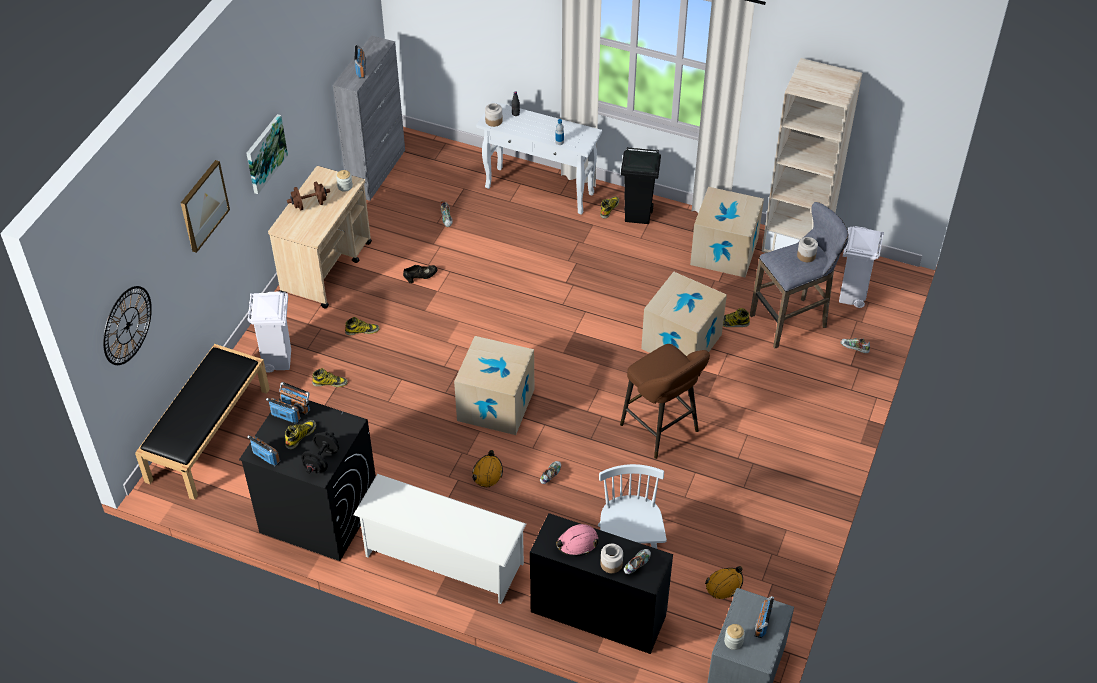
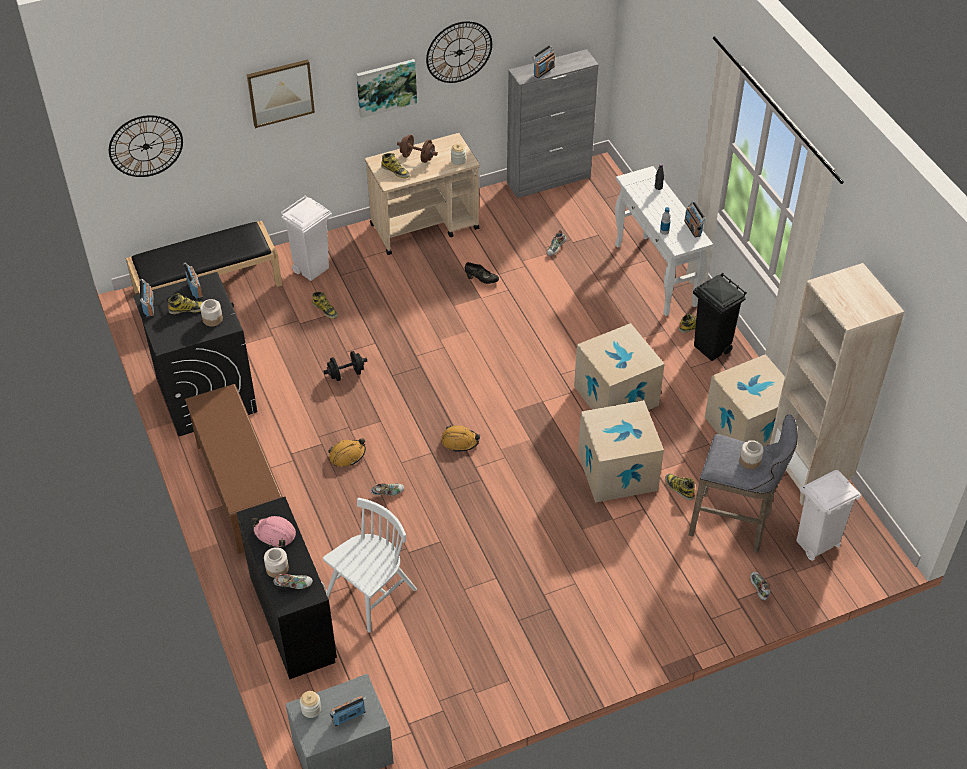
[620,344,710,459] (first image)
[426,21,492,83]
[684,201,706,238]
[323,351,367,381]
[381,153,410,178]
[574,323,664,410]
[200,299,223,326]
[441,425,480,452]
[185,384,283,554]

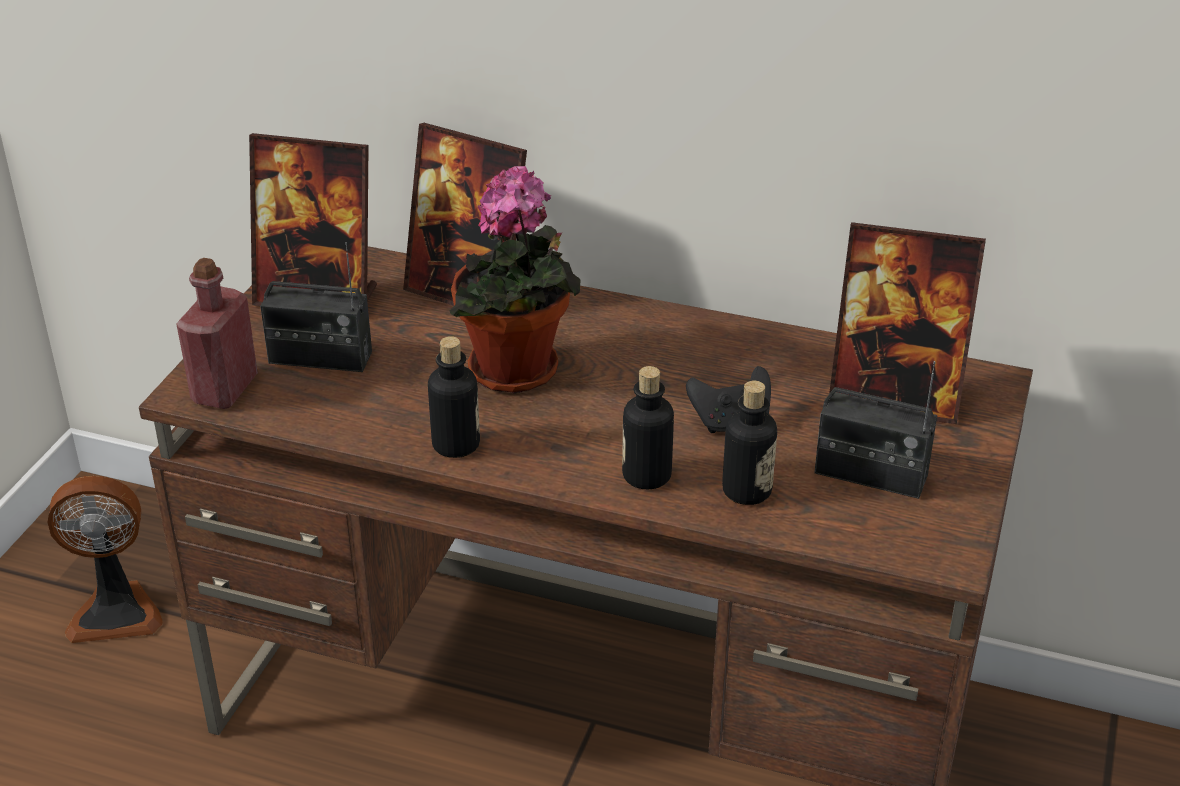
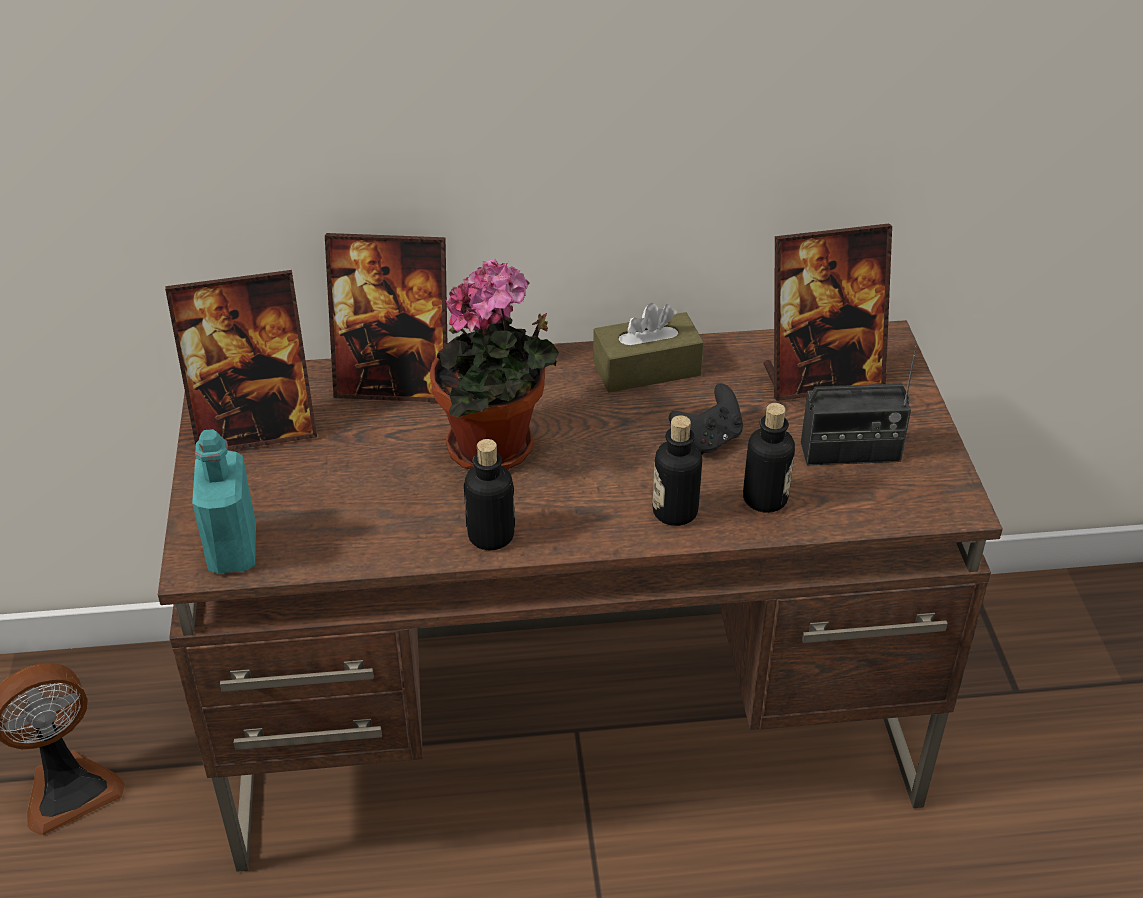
[260,242,372,372] (first image)
[593,303,704,393]
[192,429,256,574]

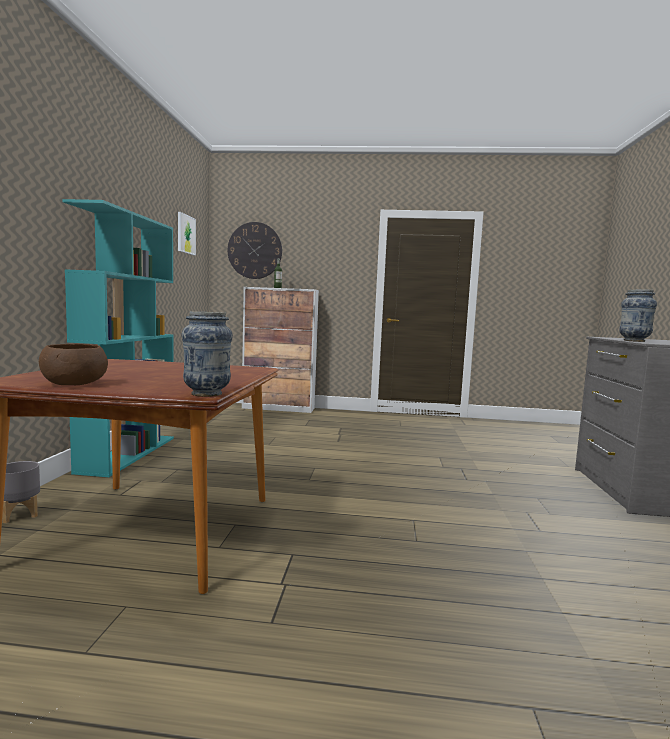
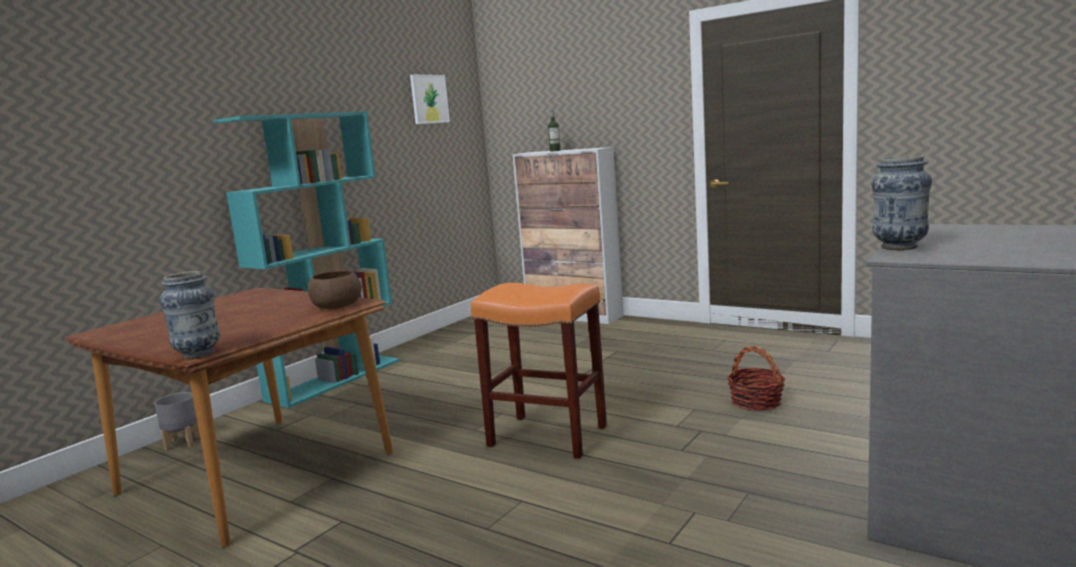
[228,222,282,279] (first image)
[471,283,607,459]
[727,346,785,411]
[308,270,362,309]

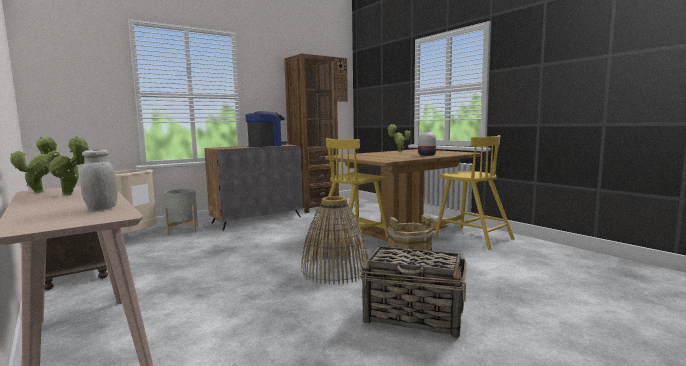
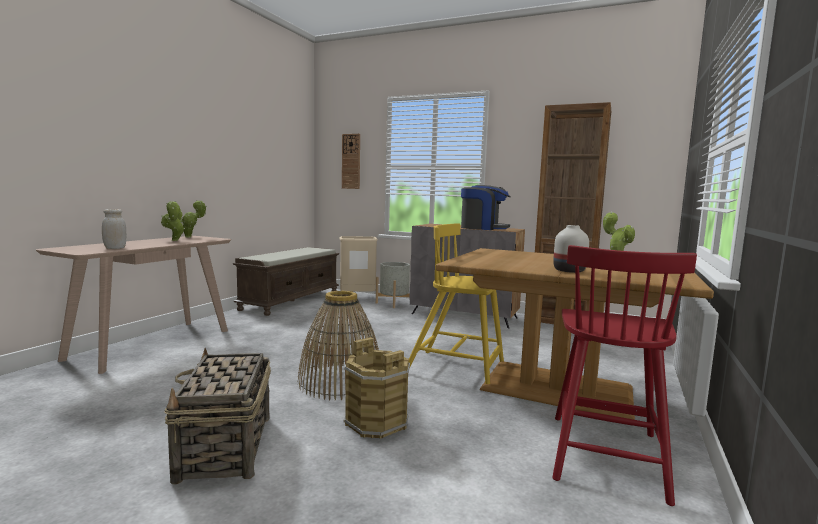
[342,134,360,189]
[552,245,697,506]

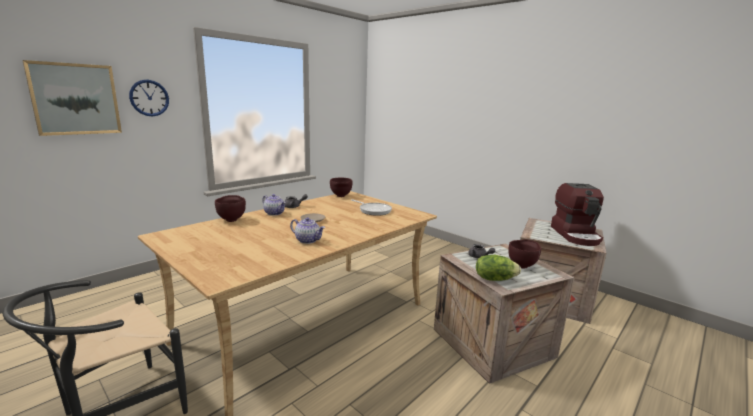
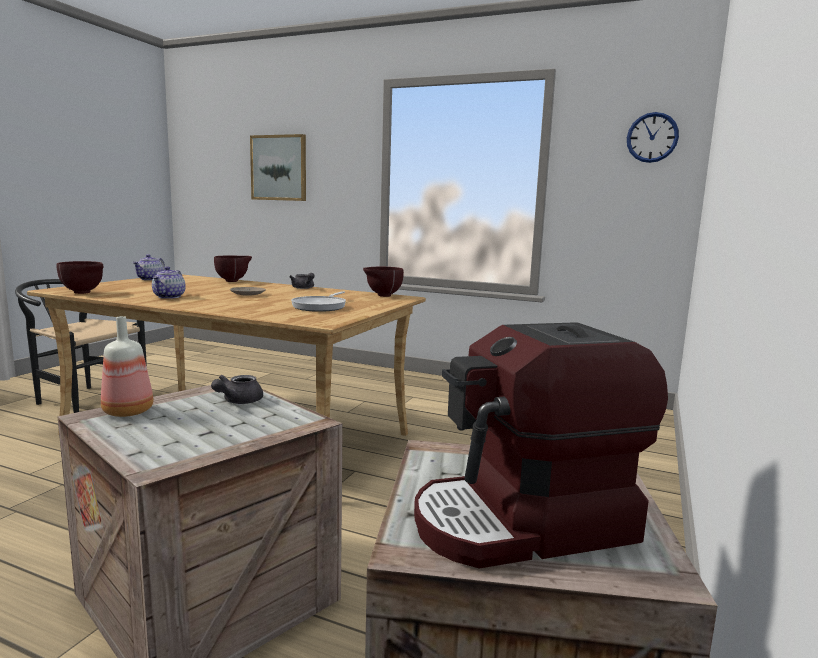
[627,112,679,163]
[133,254,165,280]
[57,261,103,294]
[101,316,153,417]

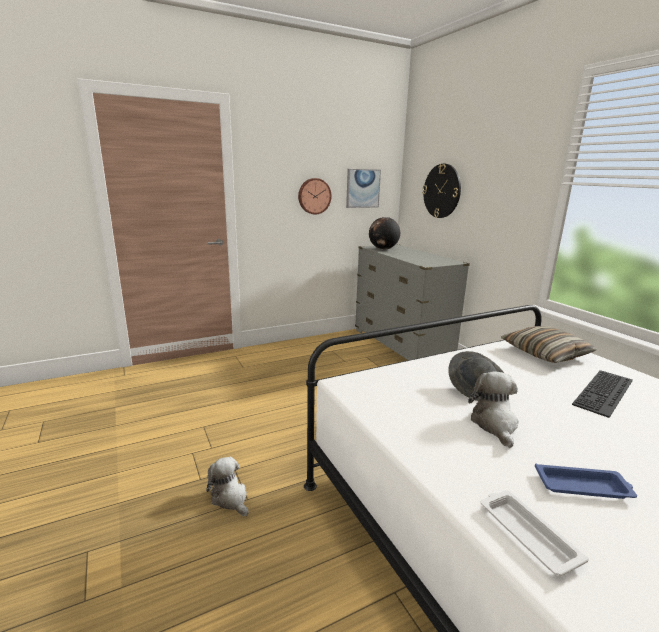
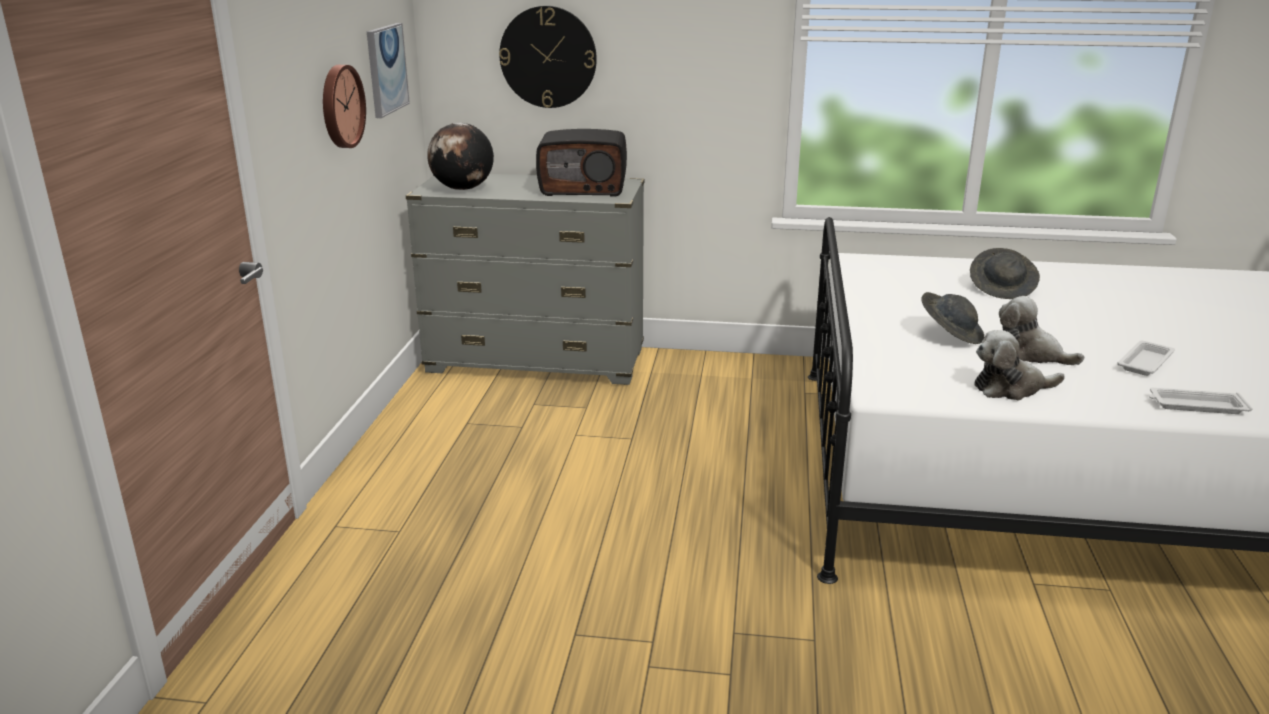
[501,326,598,363] (first image)
[536,129,627,197]
[974,330,1065,400]
[970,248,1040,299]
[1117,341,1175,376]

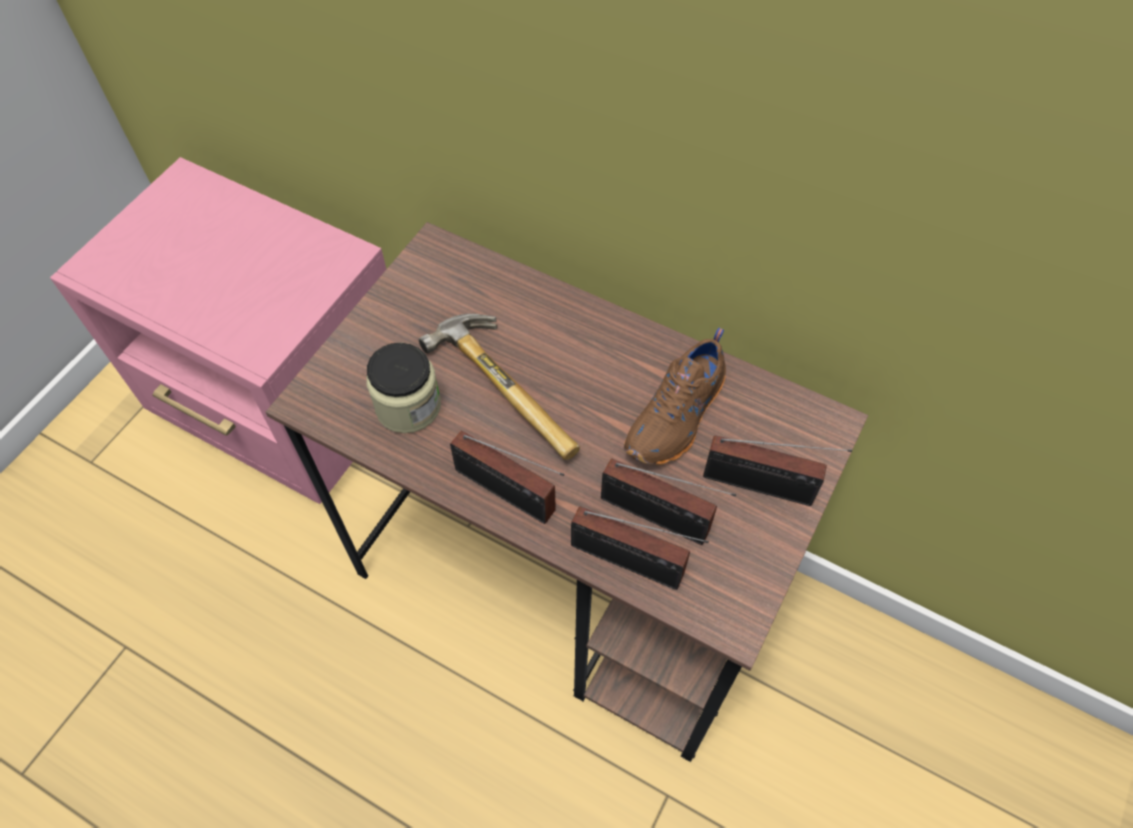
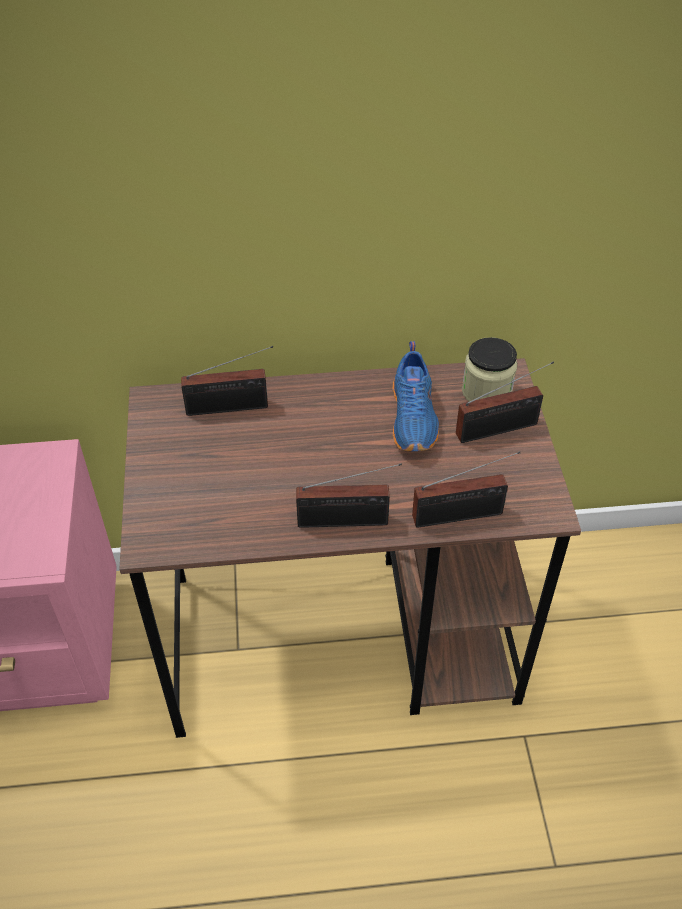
[419,314,580,460] (first image)
[462,337,518,402]
[181,346,273,416]
[392,341,439,451]

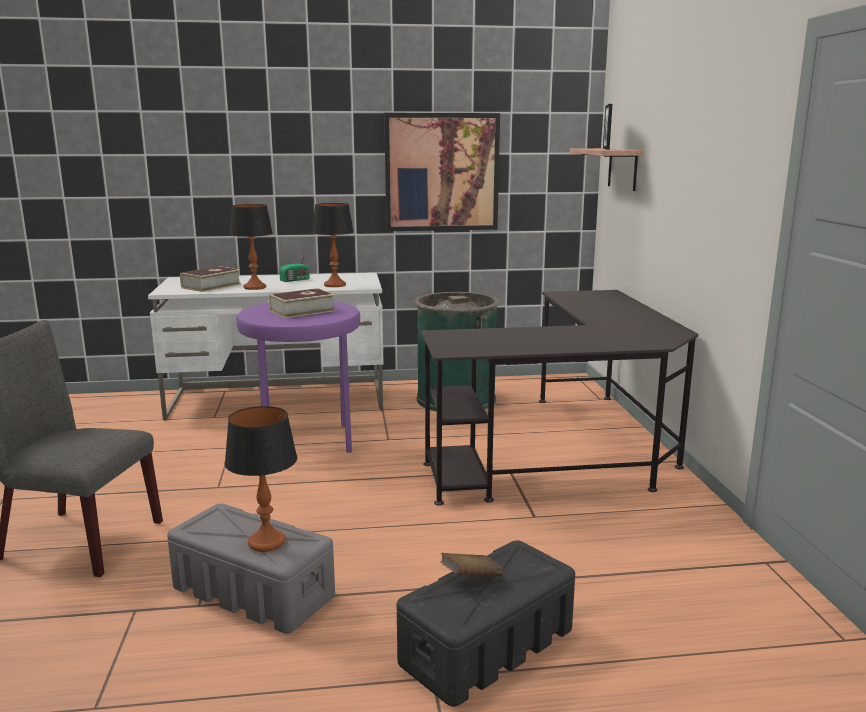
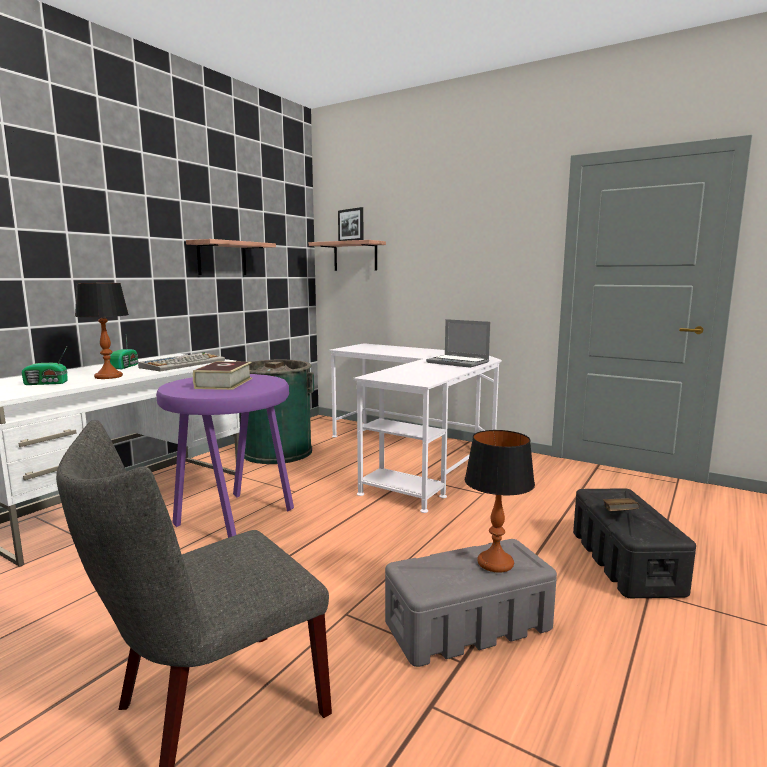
[426,319,490,368]
[22,347,68,385]
[138,353,225,372]
[186,239,276,275]
[329,343,502,513]

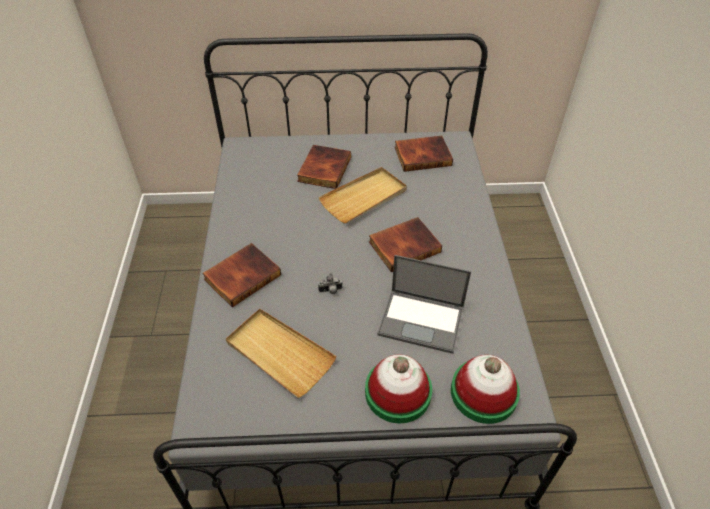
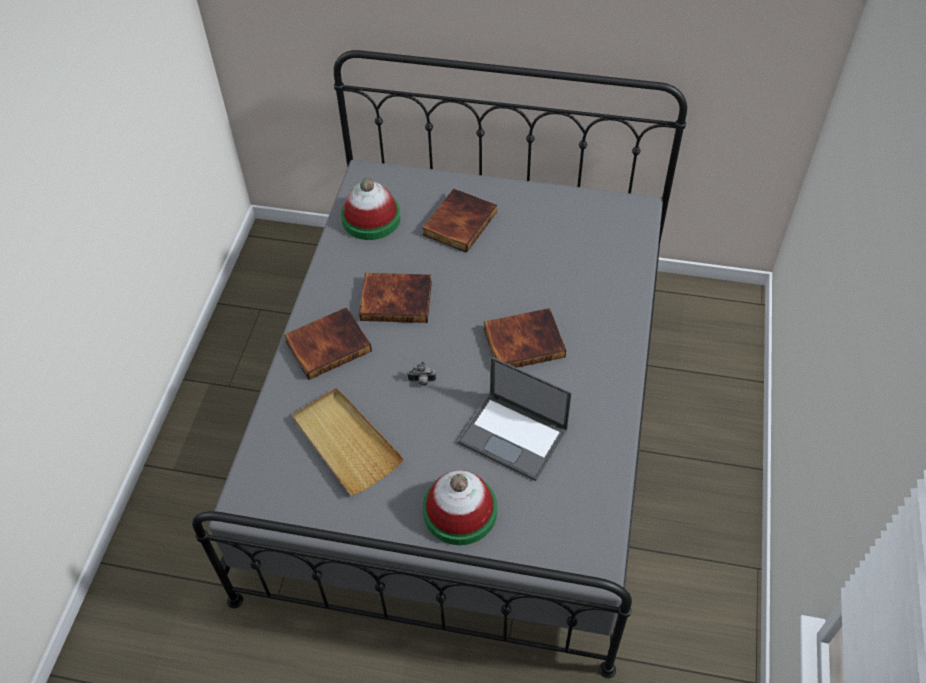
[318,167,407,223] (first image)
[359,273,432,323]
[341,178,401,240]

